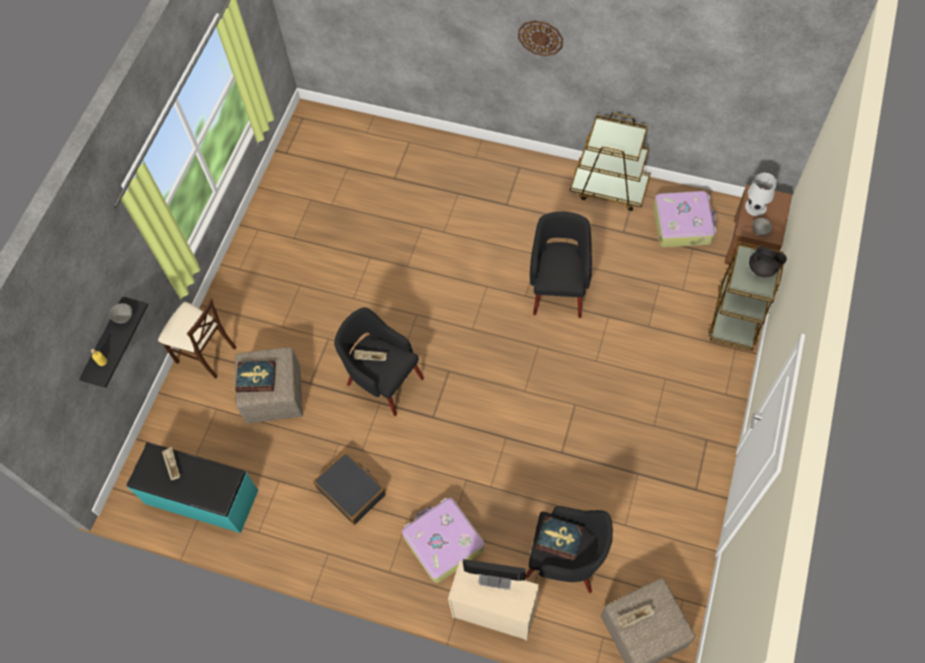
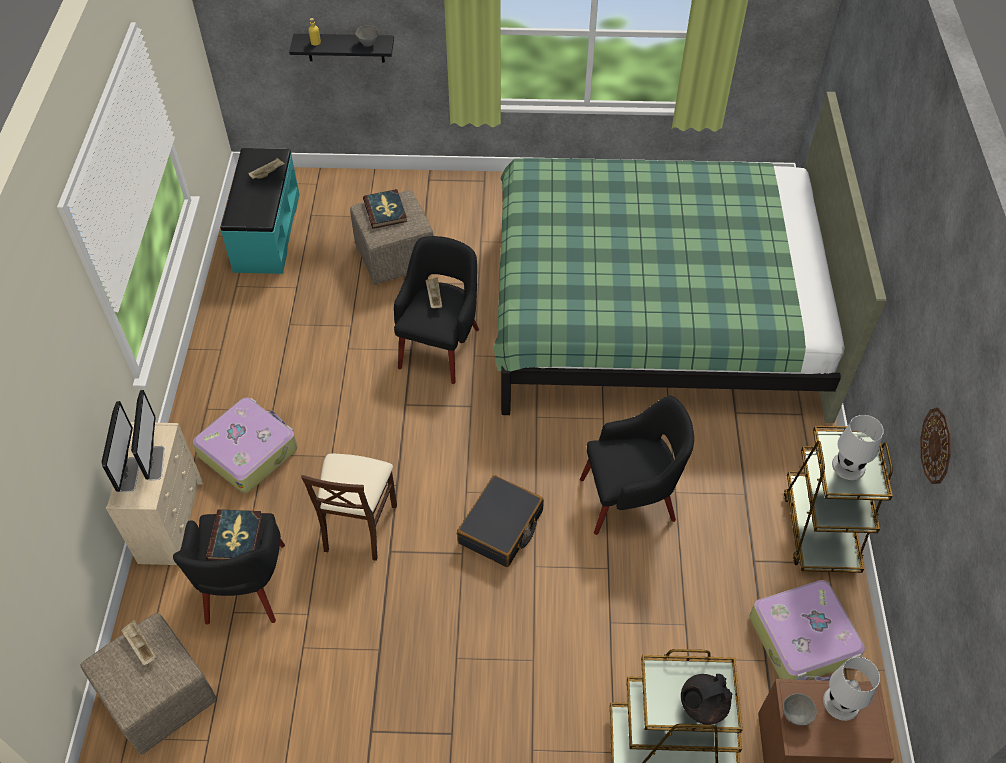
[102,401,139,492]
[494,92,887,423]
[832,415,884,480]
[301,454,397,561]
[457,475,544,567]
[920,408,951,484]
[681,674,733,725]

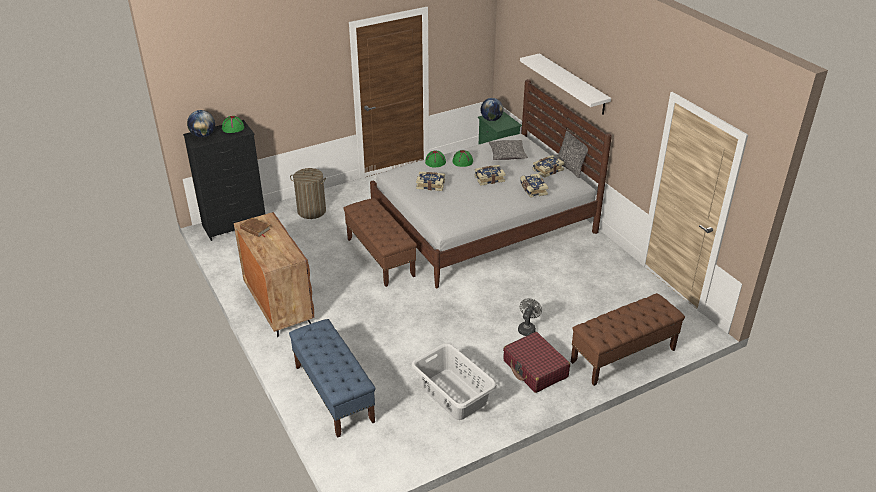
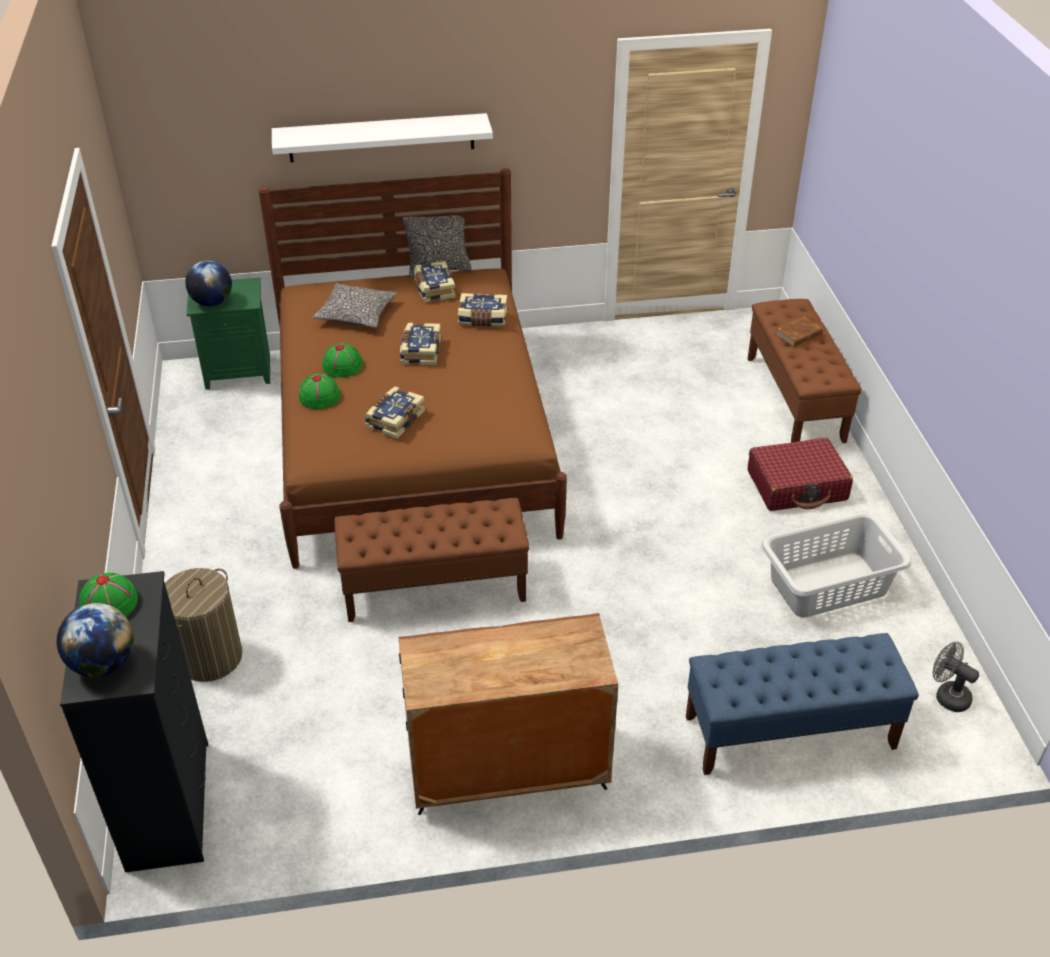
[775,316,823,347]
[933,642,979,712]
[258,168,567,569]

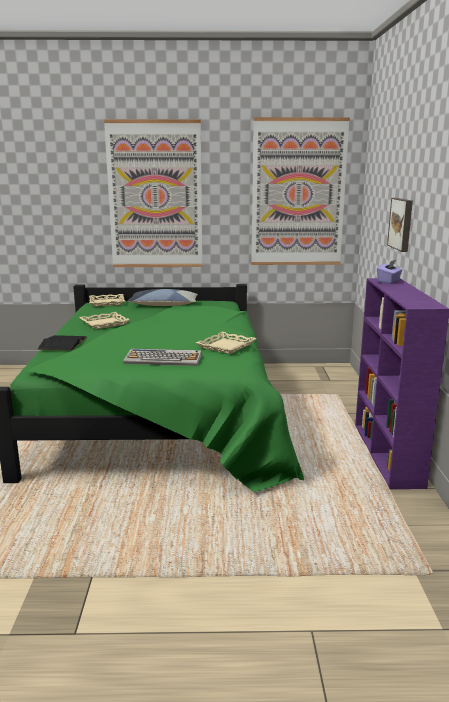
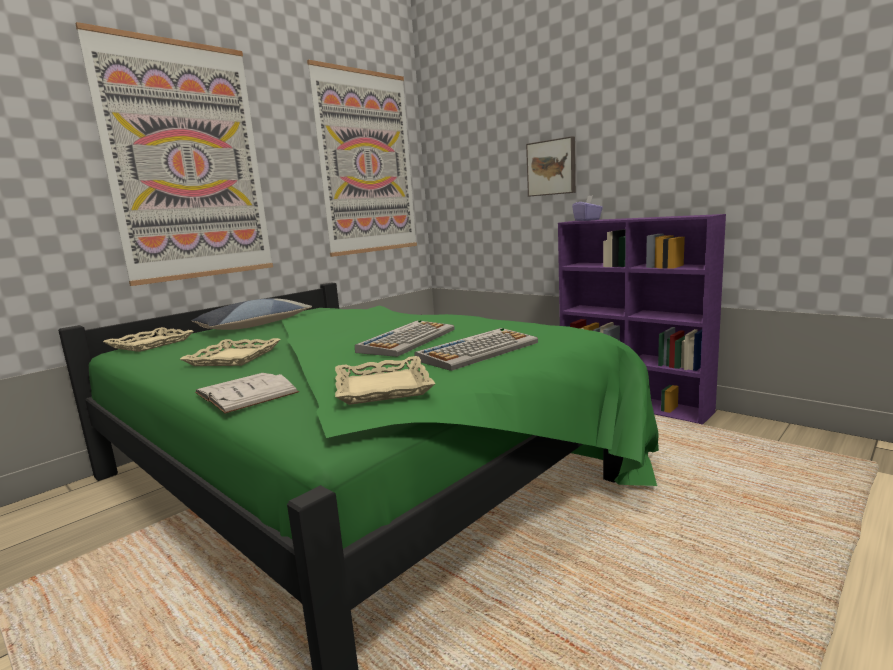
[355,320,454,357]
[335,356,435,405]
[195,373,299,413]

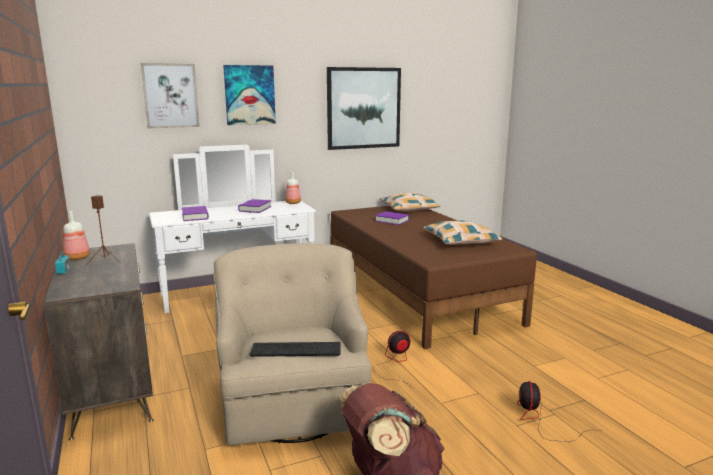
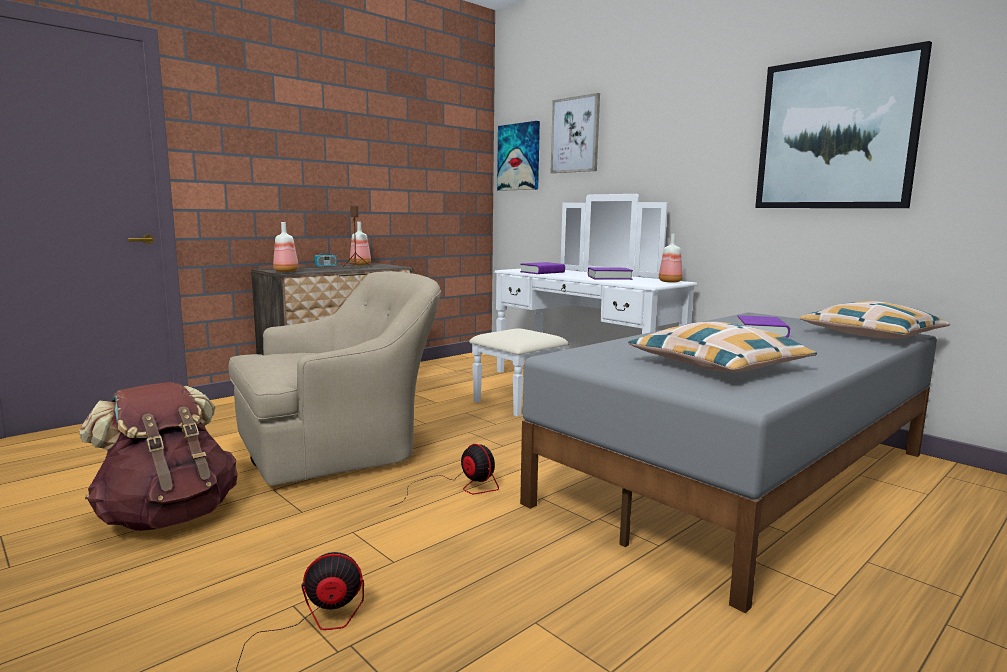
[249,342,340,357] (first image)
[273,222,299,272]
[497,121,540,191]
[520,312,937,613]

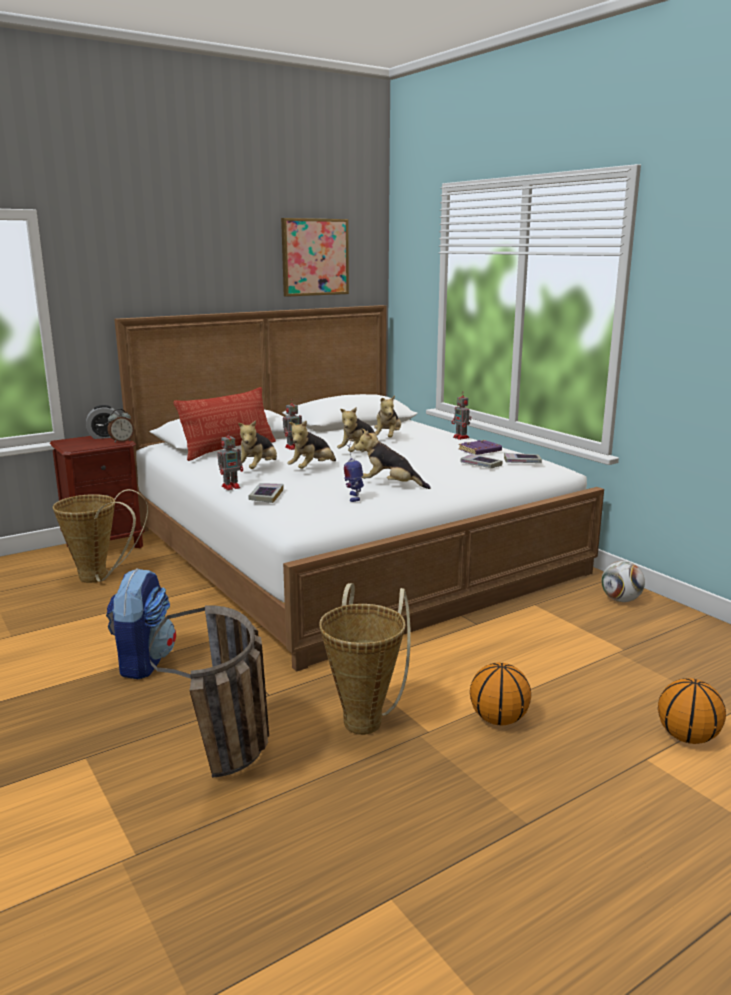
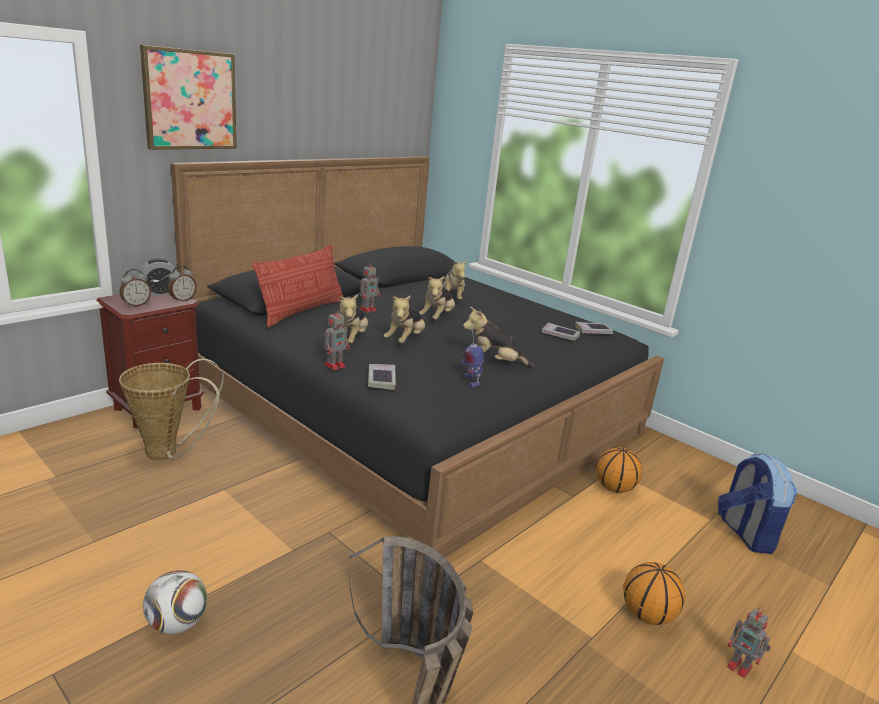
[319,583,411,735] (first image)
[459,440,502,455] (first image)
[120,269,151,307]
[718,453,797,554]
[140,45,237,150]
[727,607,771,678]
[143,570,207,634]
[596,447,642,493]
[171,156,664,558]

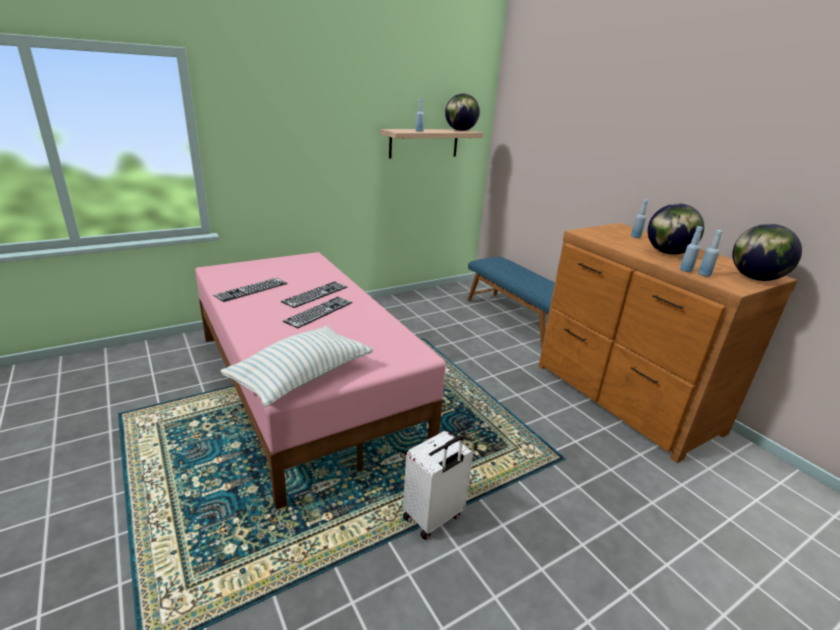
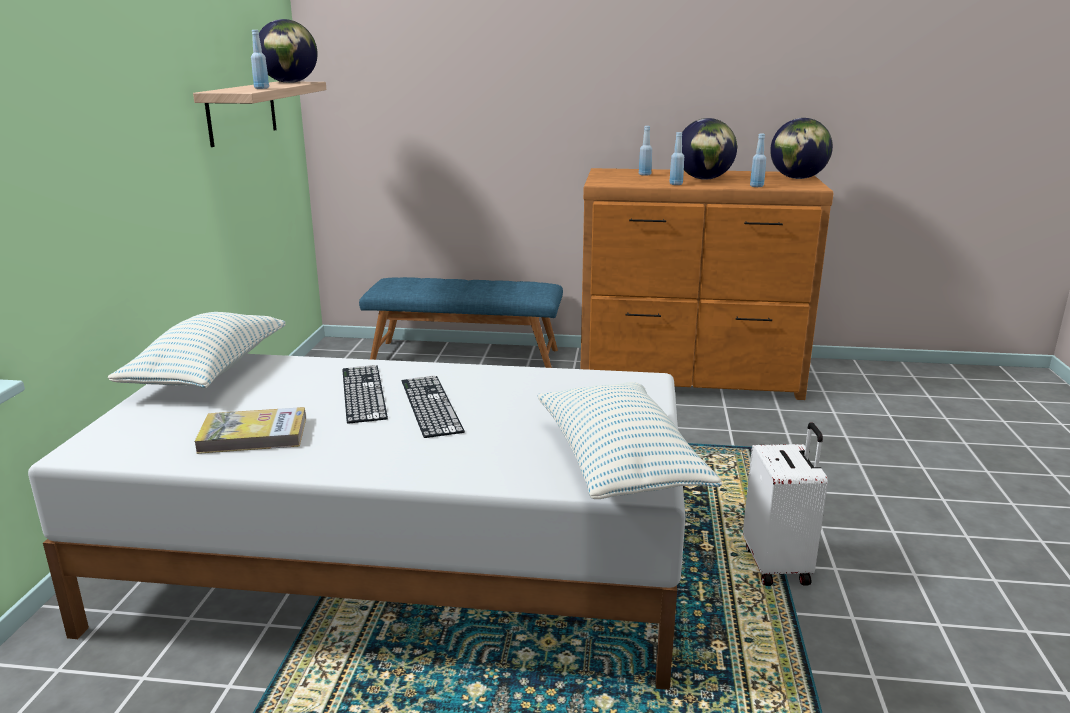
[108,312,286,388]
[669,132,684,185]
[194,407,306,454]
[28,354,686,690]

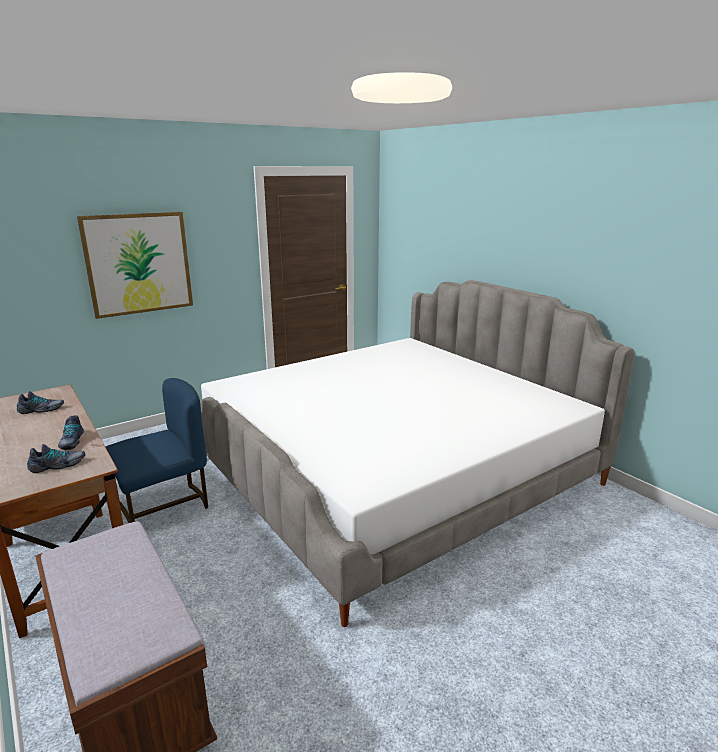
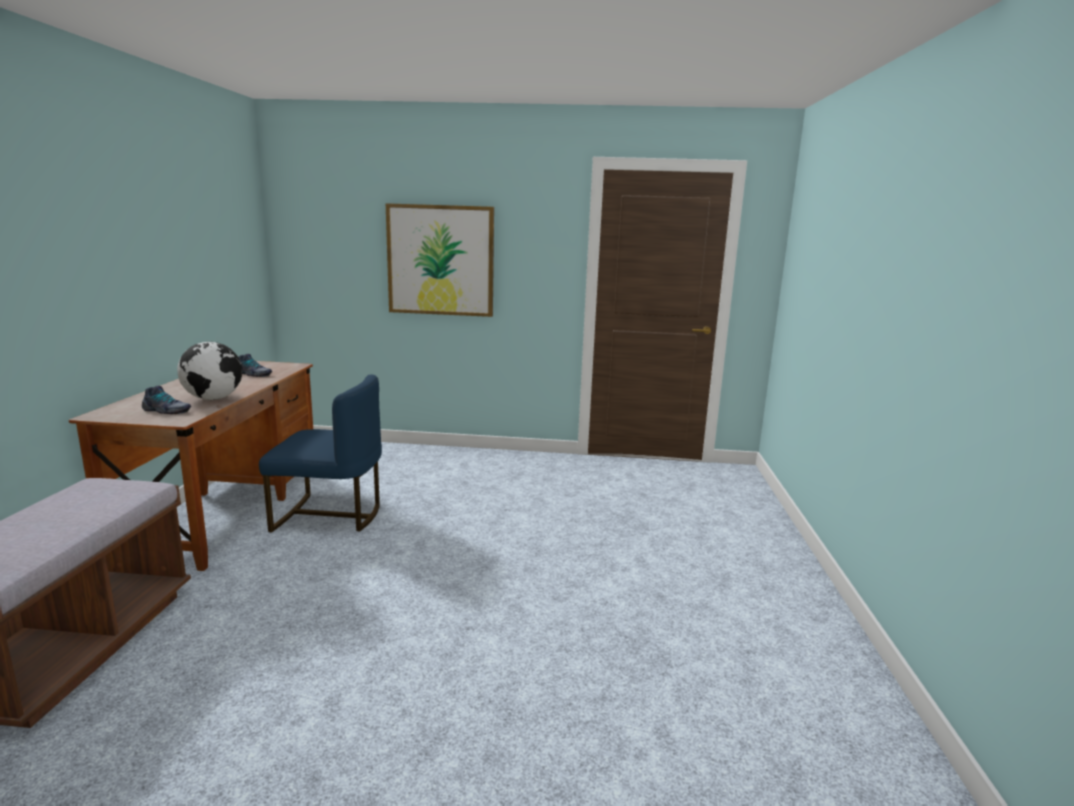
[200,280,635,627] (first image)
[177,342,242,400]

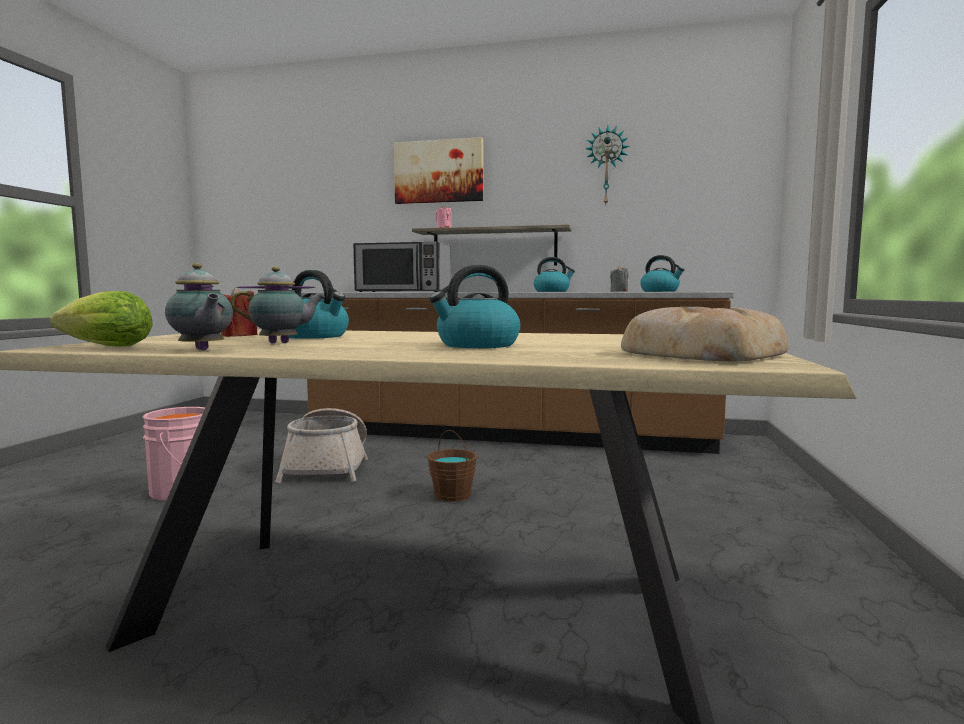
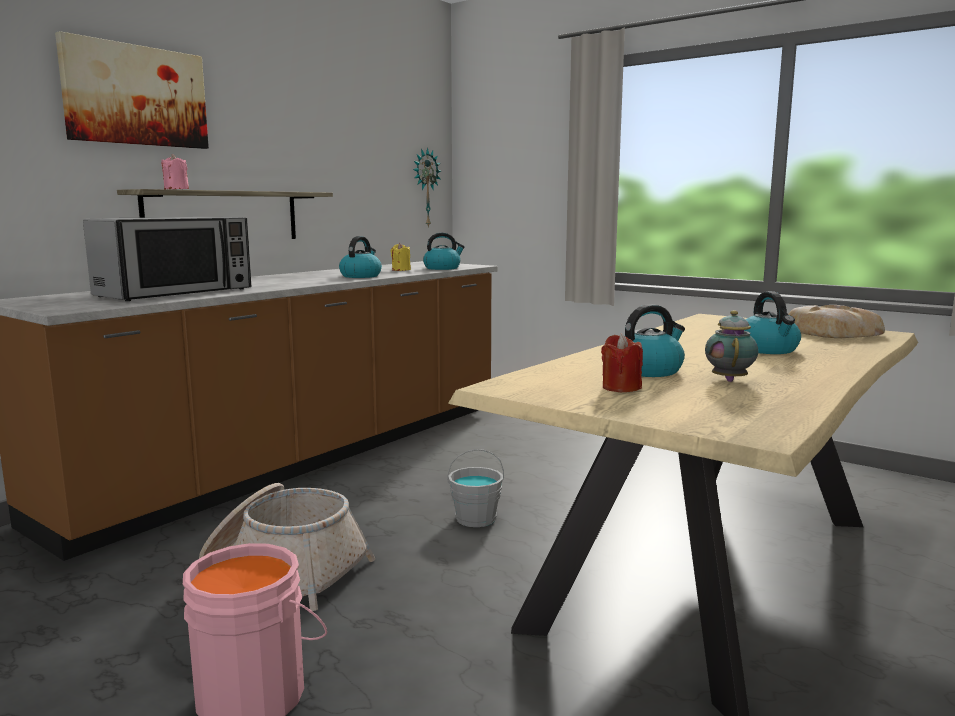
[50,291,153,347] (first image)
[165,263,233,350] (first image)
[413,148,441,228]
[447,449,504,527]
[391,243,411,271]

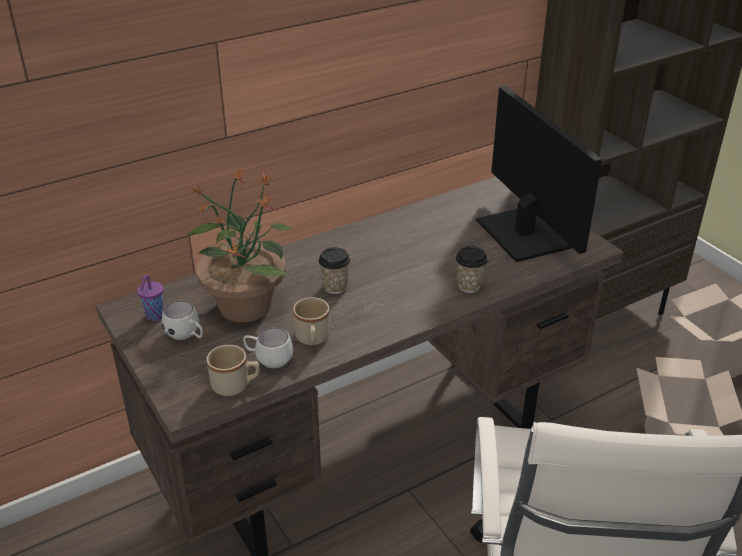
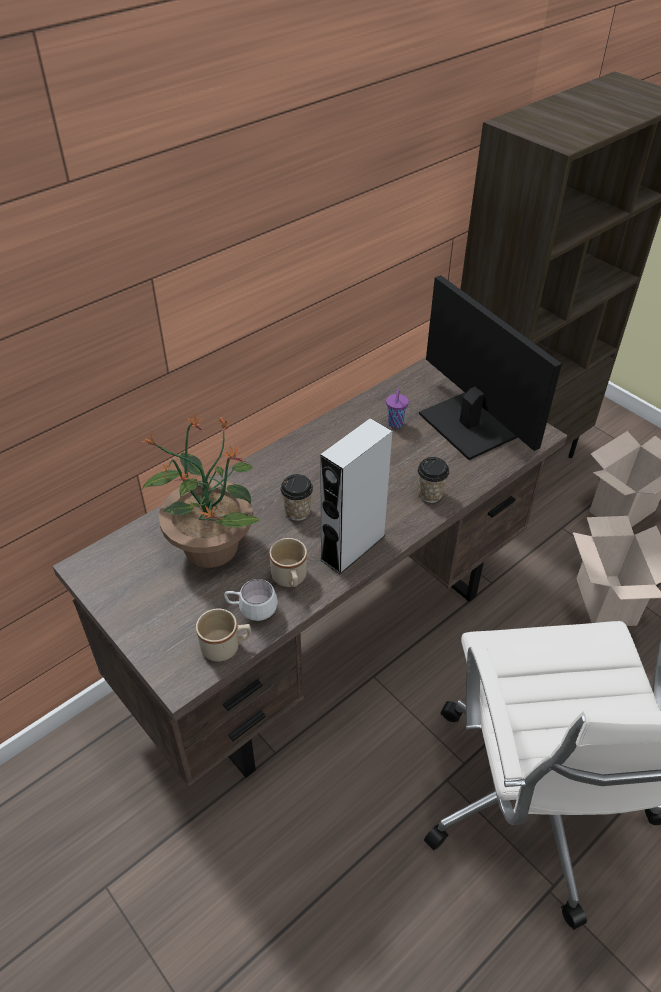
[162,301,203,340] (first image)
[320,418,392,574]
[386,389,409,428]

